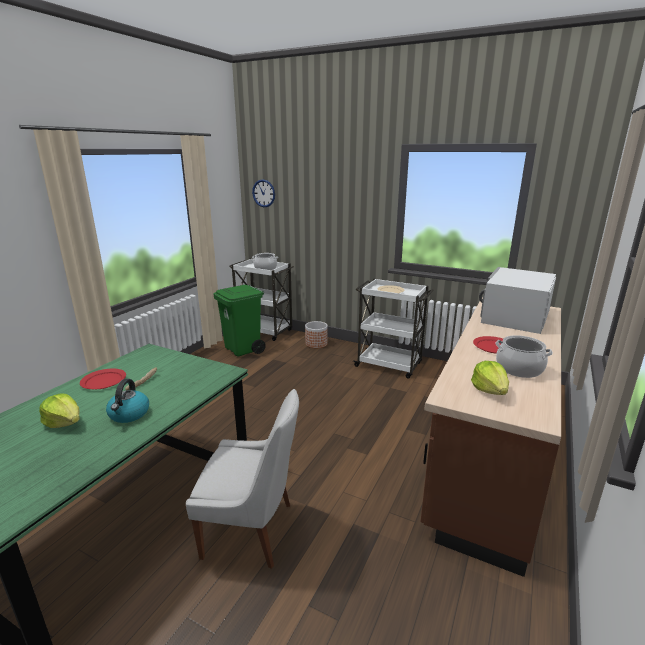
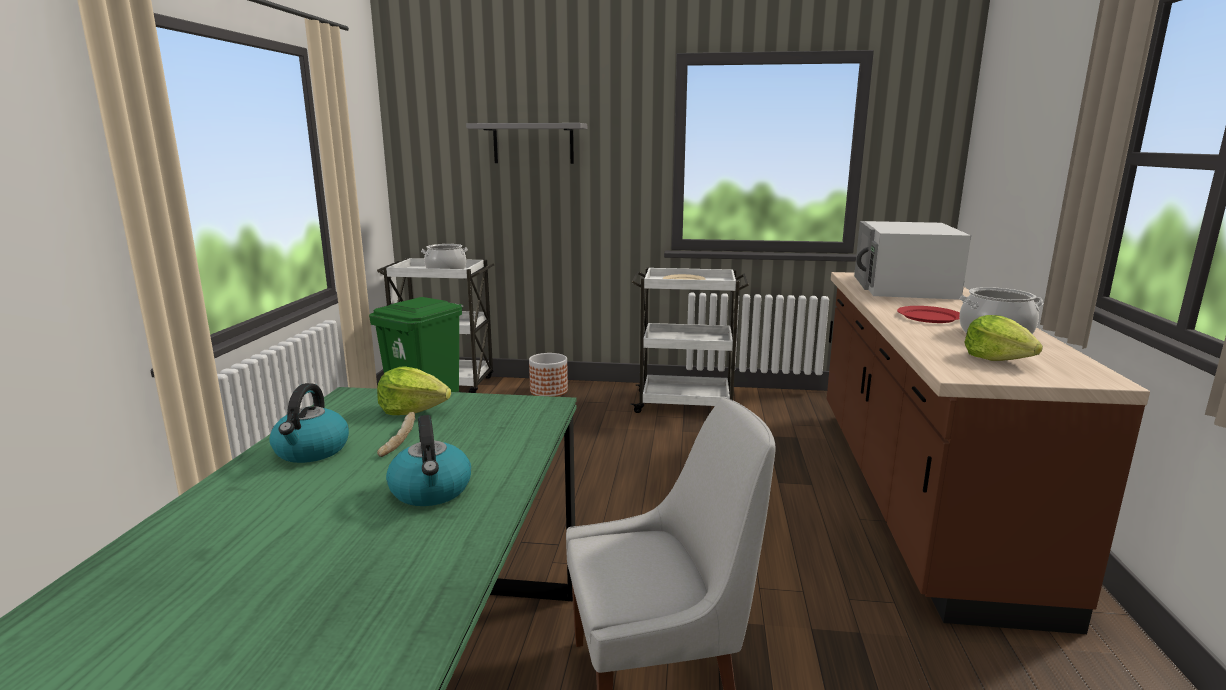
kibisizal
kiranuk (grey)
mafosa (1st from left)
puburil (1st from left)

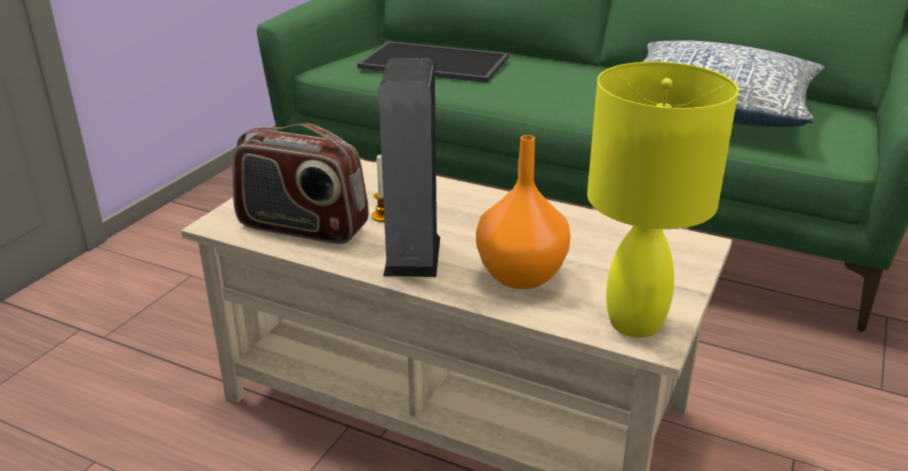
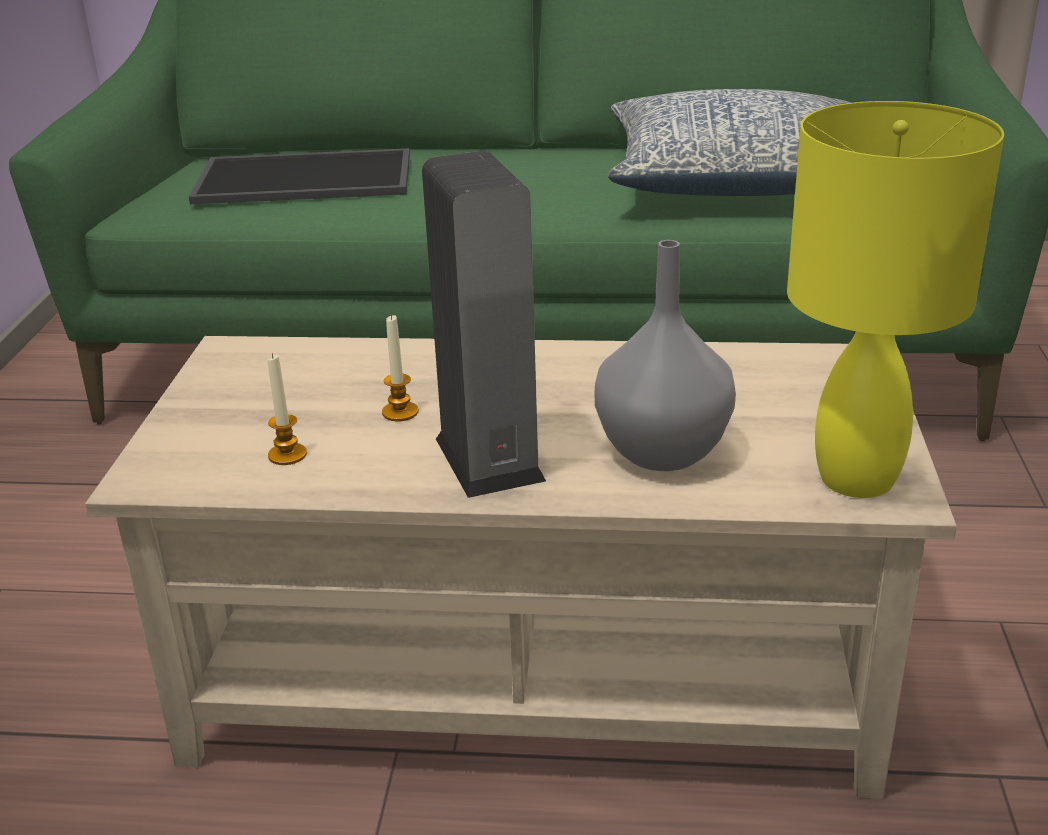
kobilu (1st from left)
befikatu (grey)

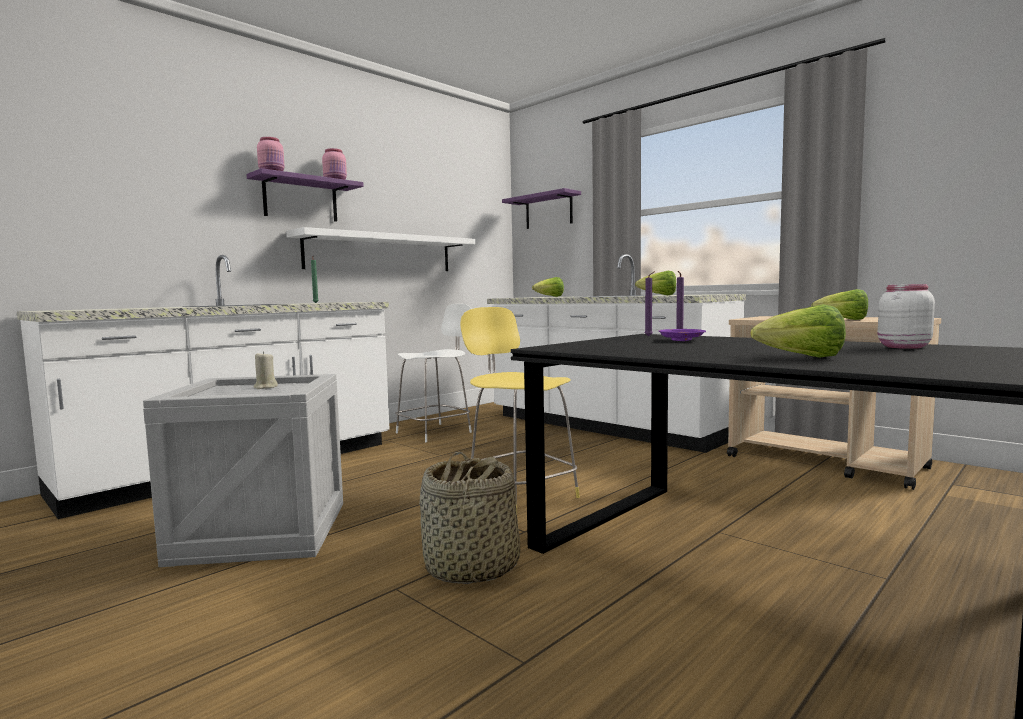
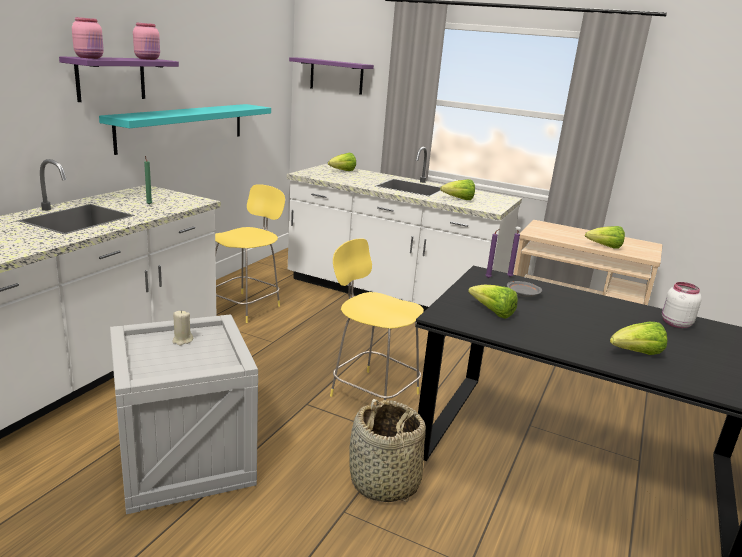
mafosa (3rd from left)
kiranuk (turquoise)
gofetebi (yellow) (1st from left)
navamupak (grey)

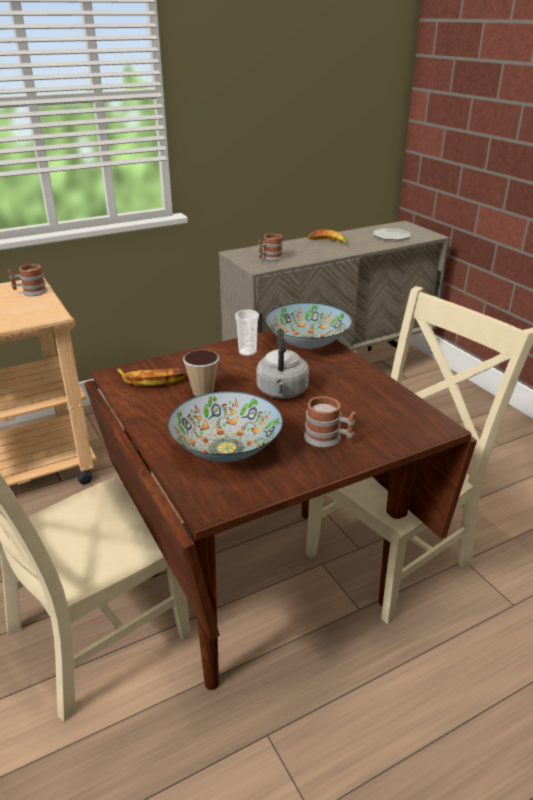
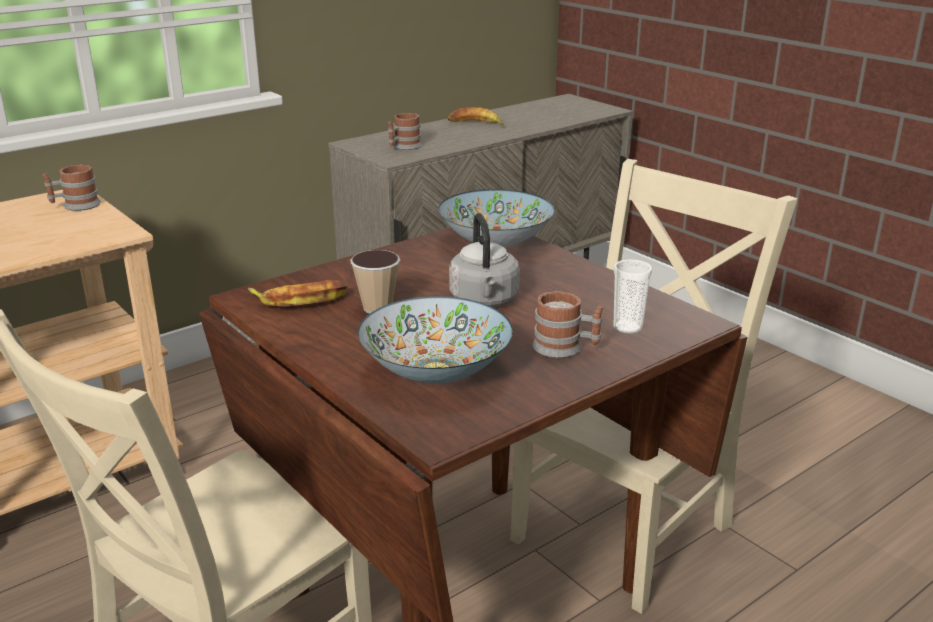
navamupak
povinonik (2nd from left)

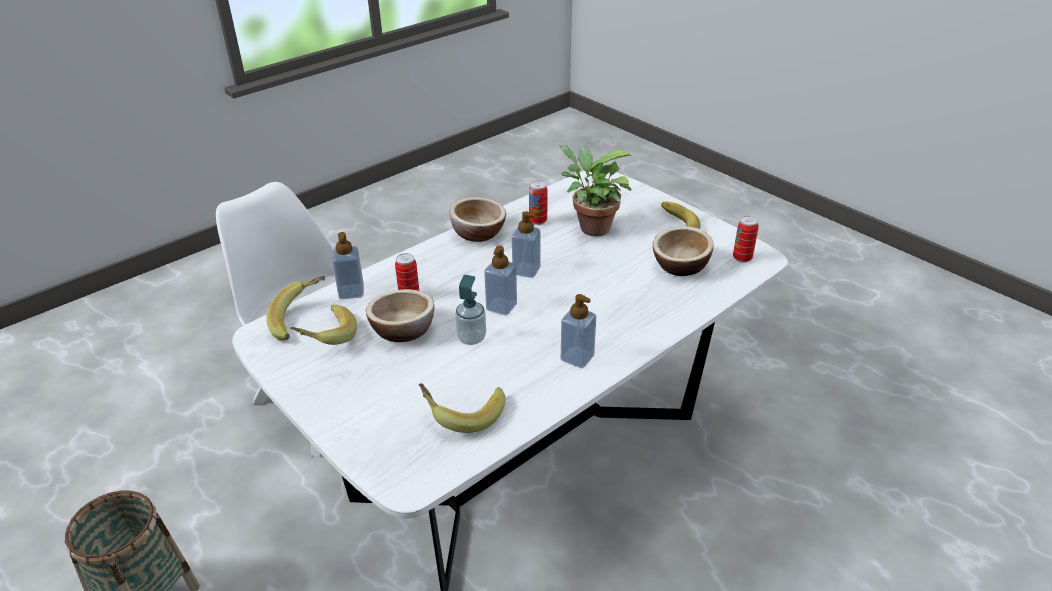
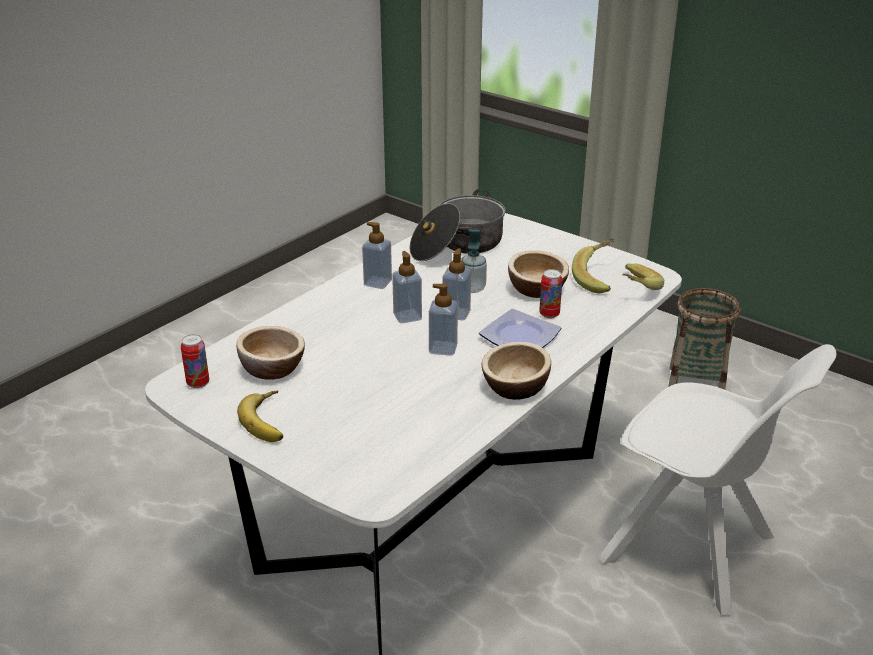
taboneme (2nd from left in the first image)
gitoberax
navamupak
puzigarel (2nd from left)
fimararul

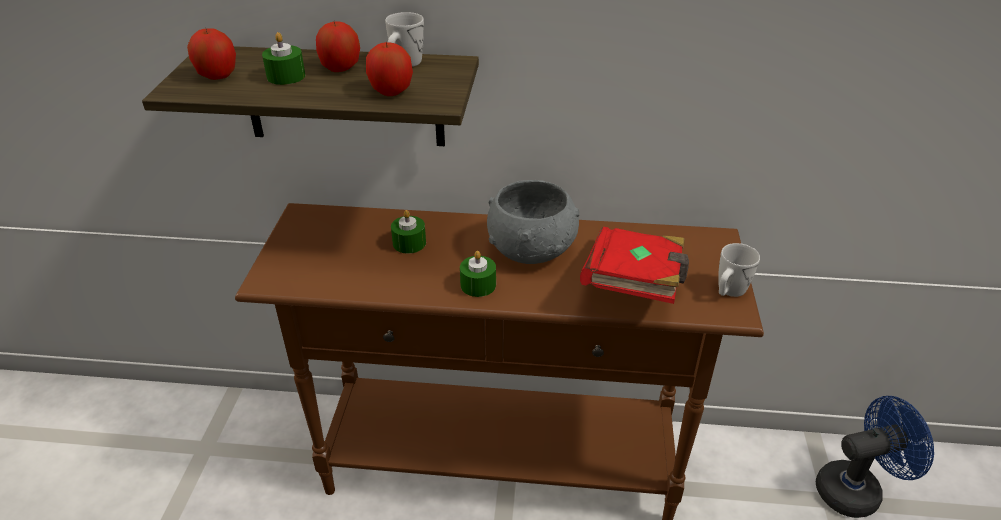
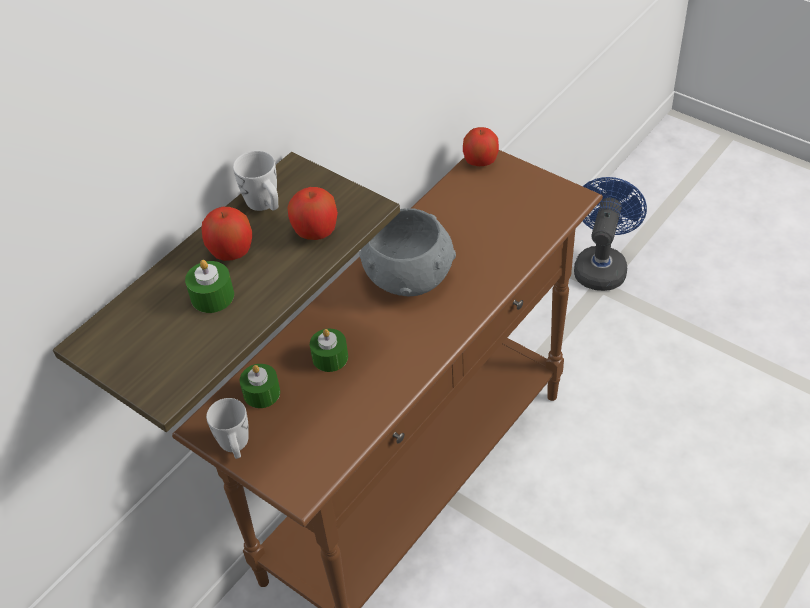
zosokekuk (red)
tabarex (3rd from left)
kobilu (green) (2nd from left)
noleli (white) (1st from left)

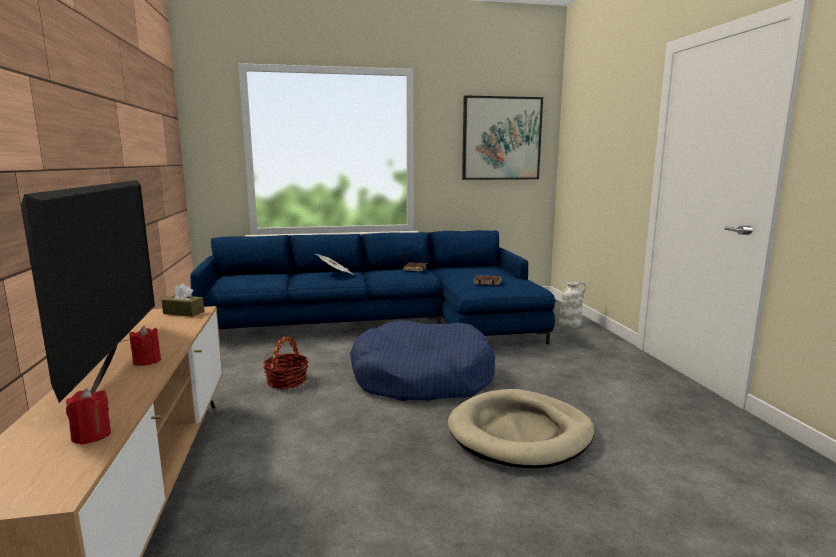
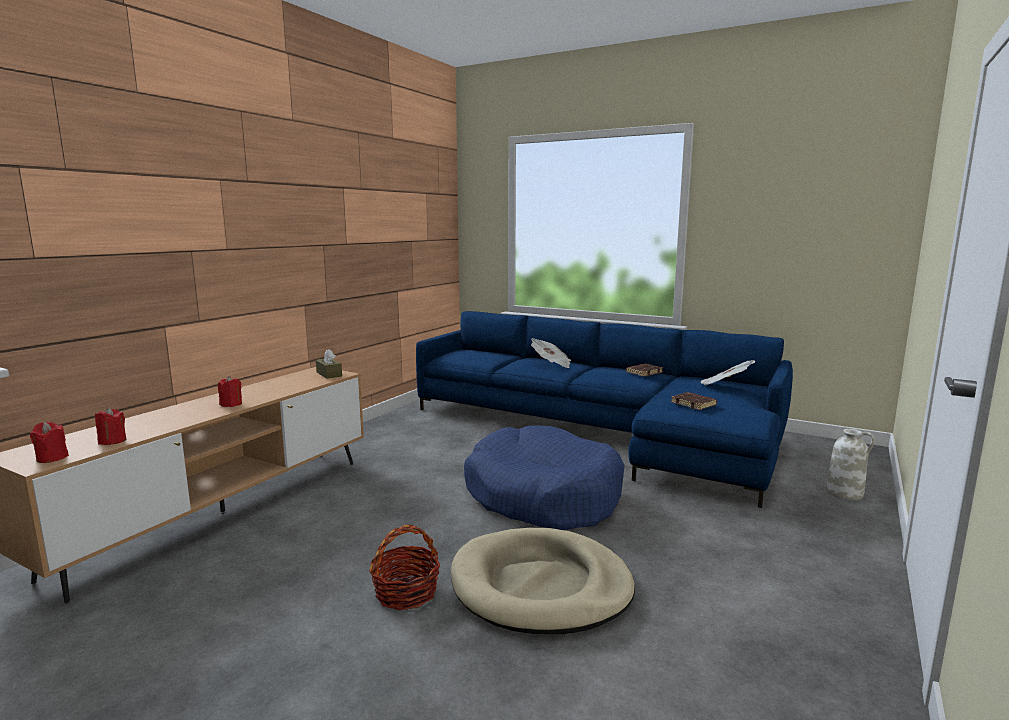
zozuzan
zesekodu
kobilu (red) (1st from left)
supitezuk (2nd from left)
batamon

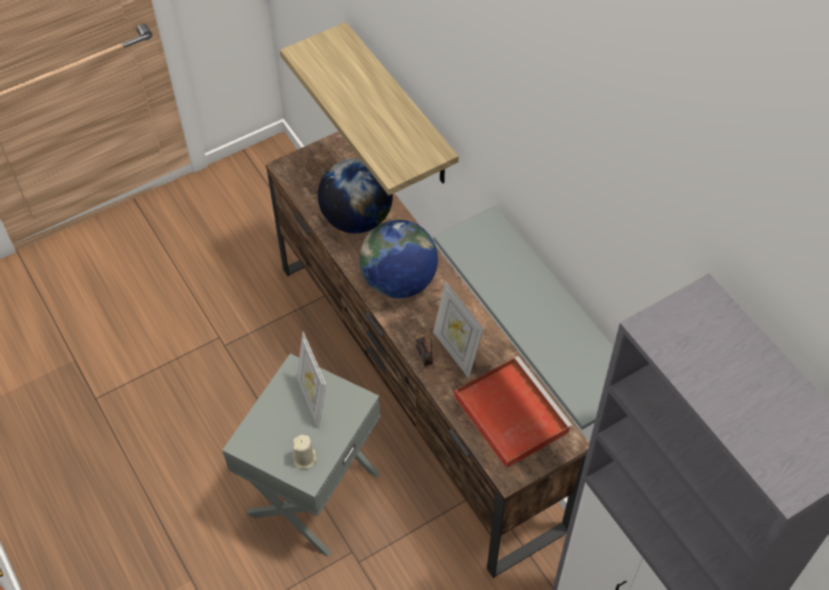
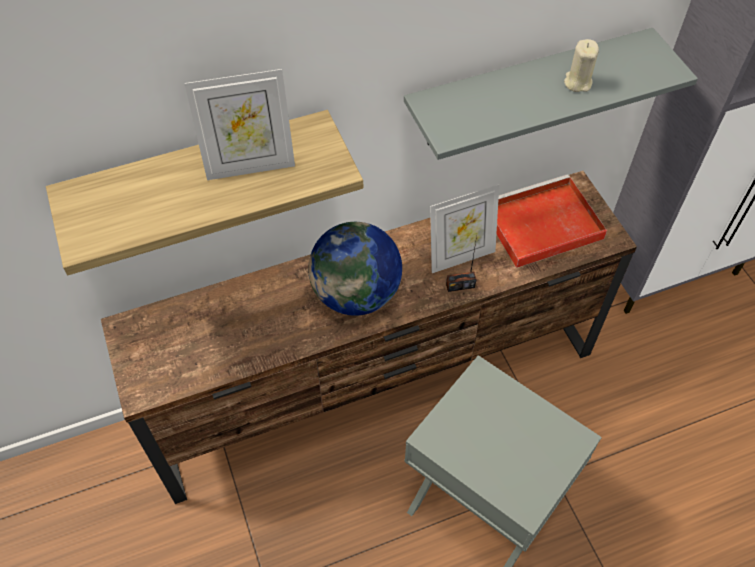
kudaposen (1st from left in the first image)
kobilu (beige)
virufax (1st from left)

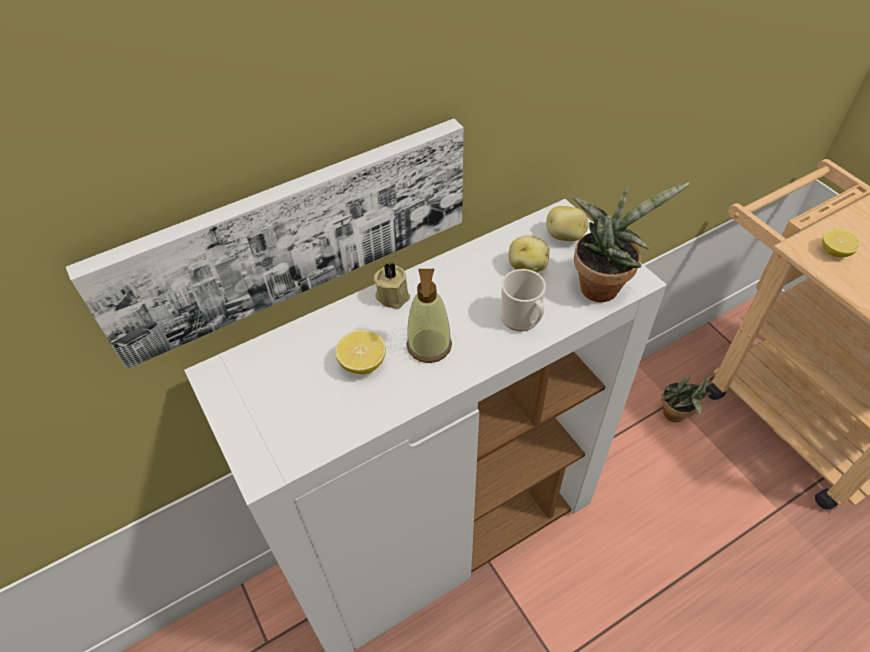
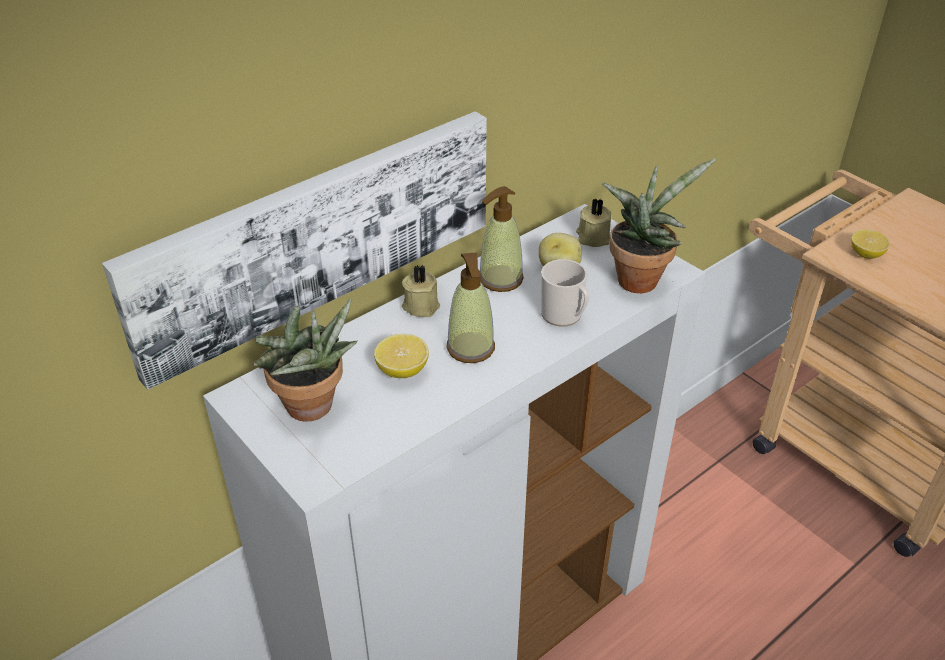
puzigarel (2nd from left)
gitoberax (1st from left)
kobilu (beige) (2nd from left)

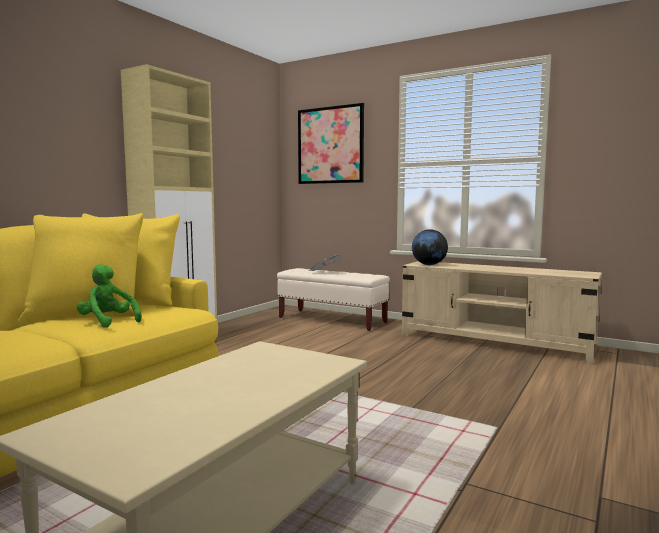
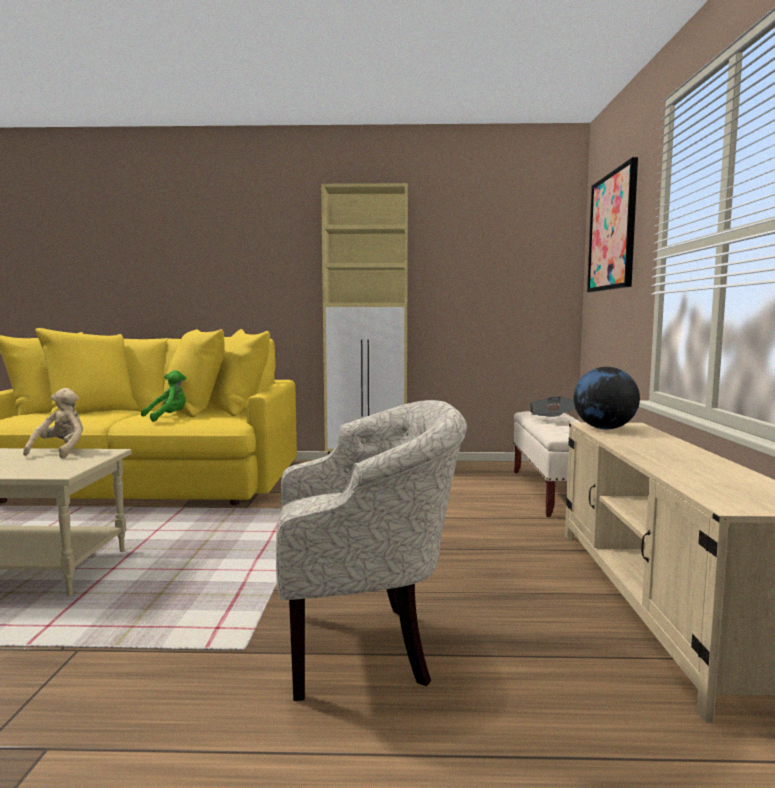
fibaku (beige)
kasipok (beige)
fibaku (green)

